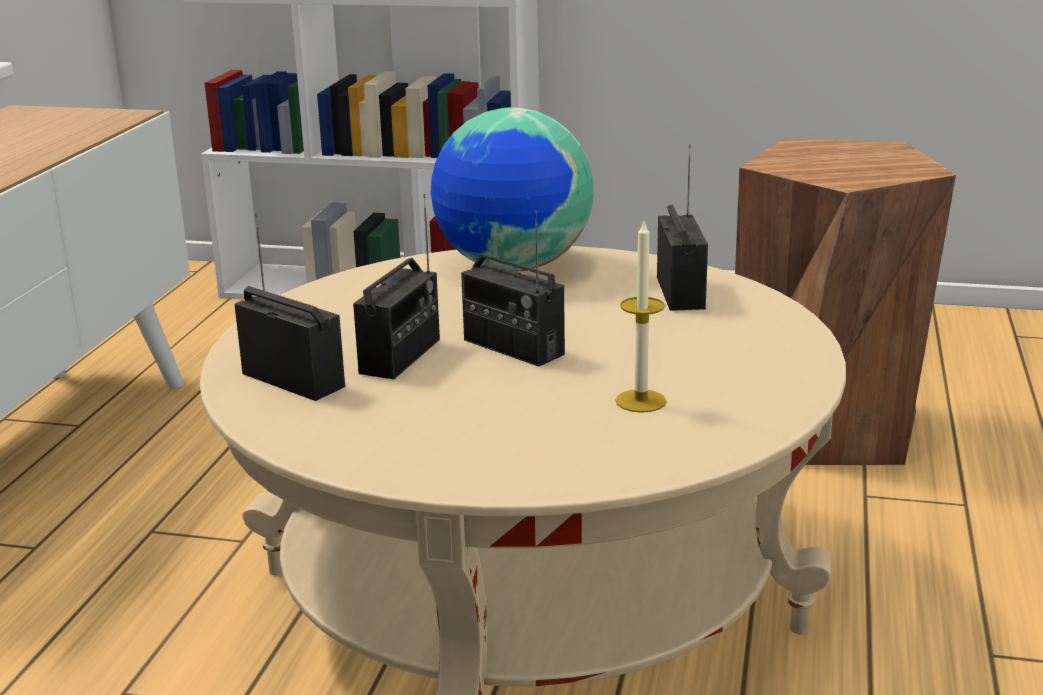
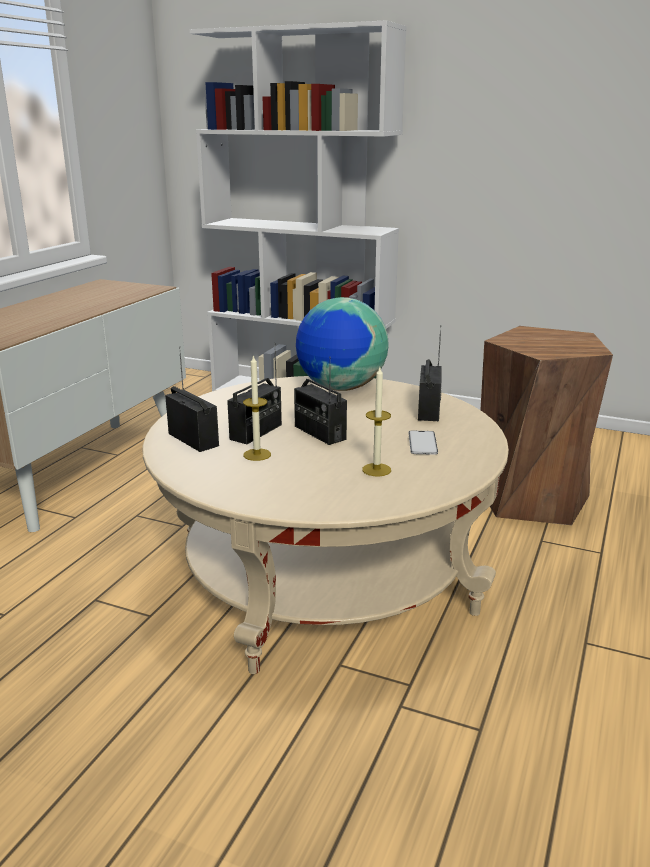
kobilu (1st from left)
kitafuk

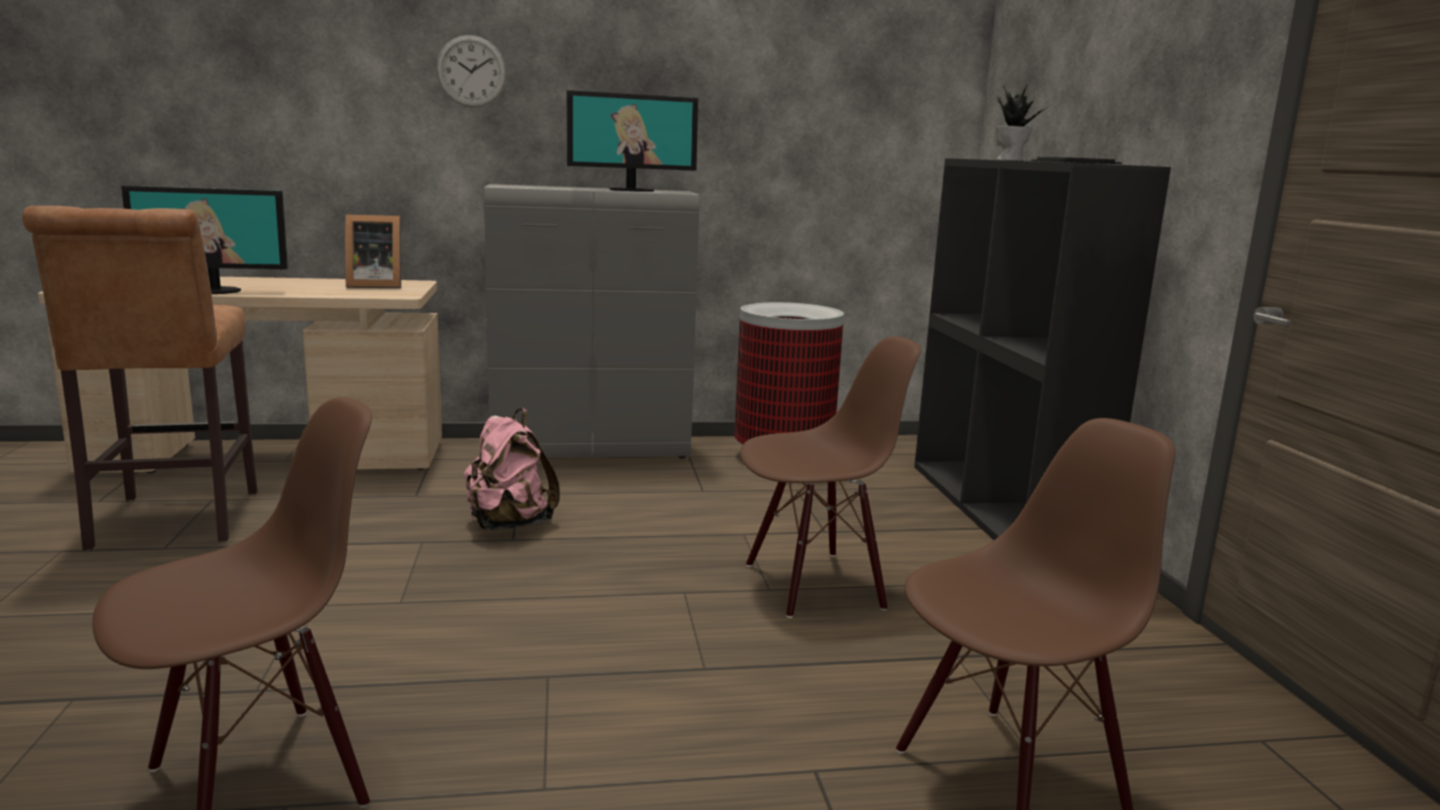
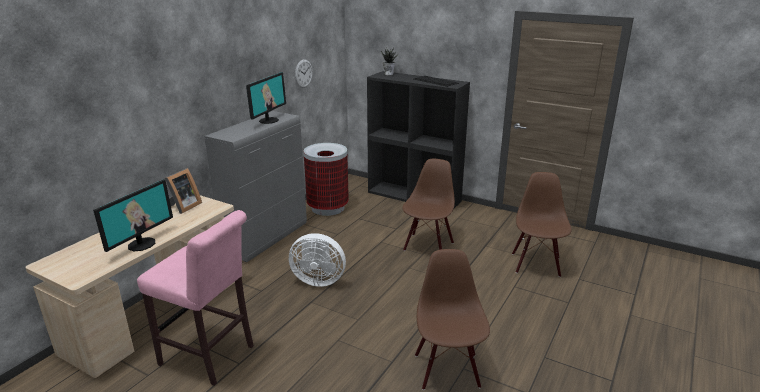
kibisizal
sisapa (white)
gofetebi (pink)

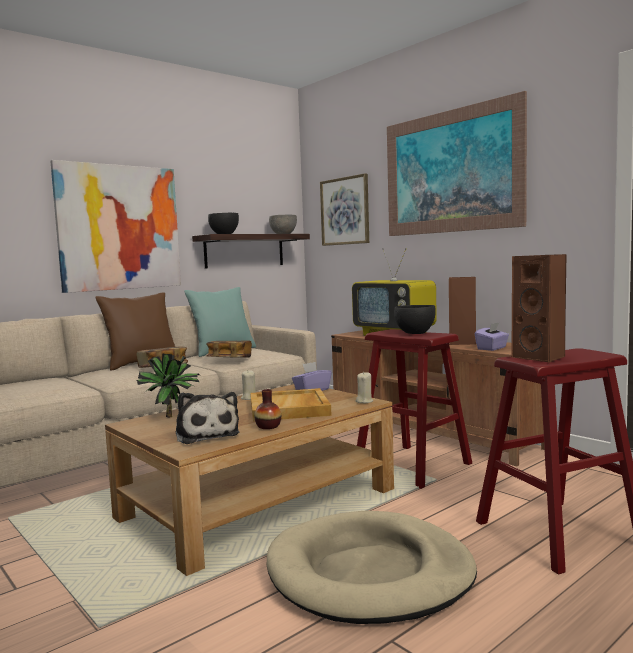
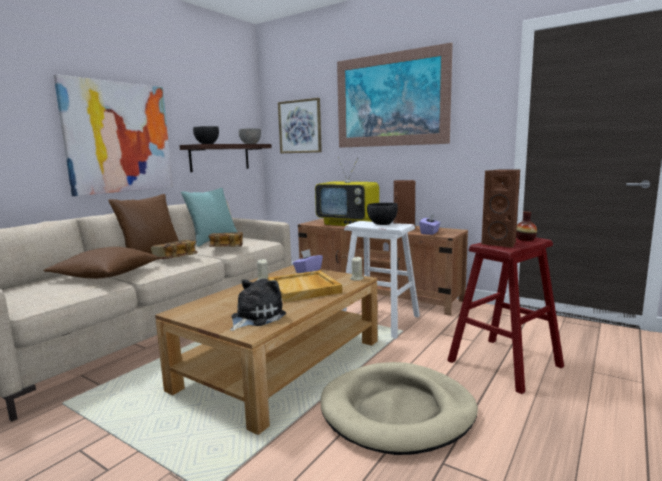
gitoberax
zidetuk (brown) (1st from left)
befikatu
gofetebi (white)
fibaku

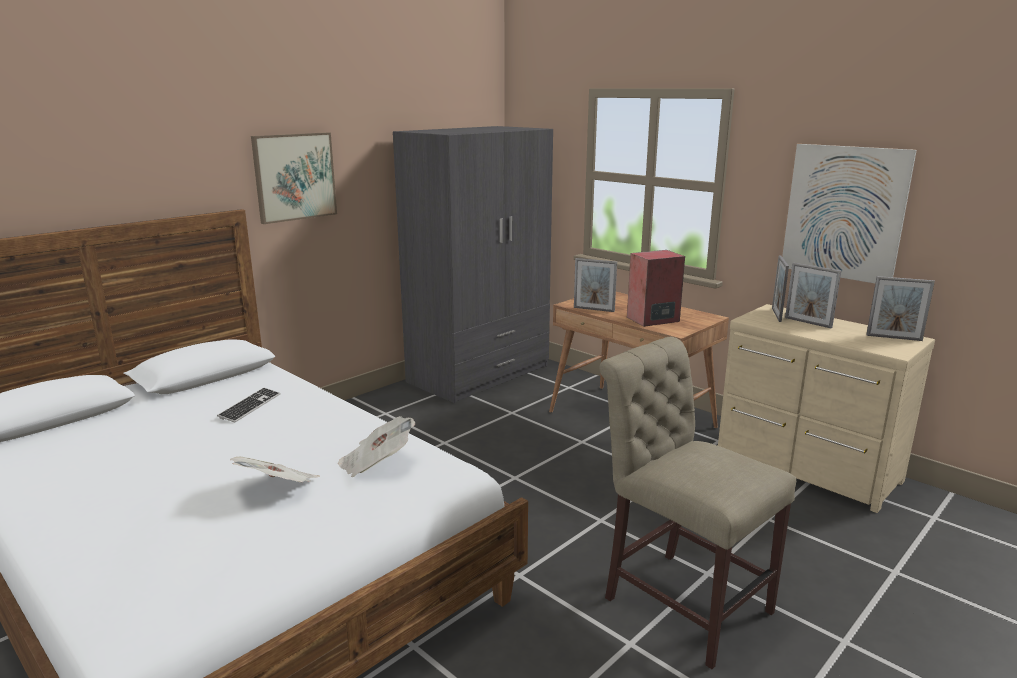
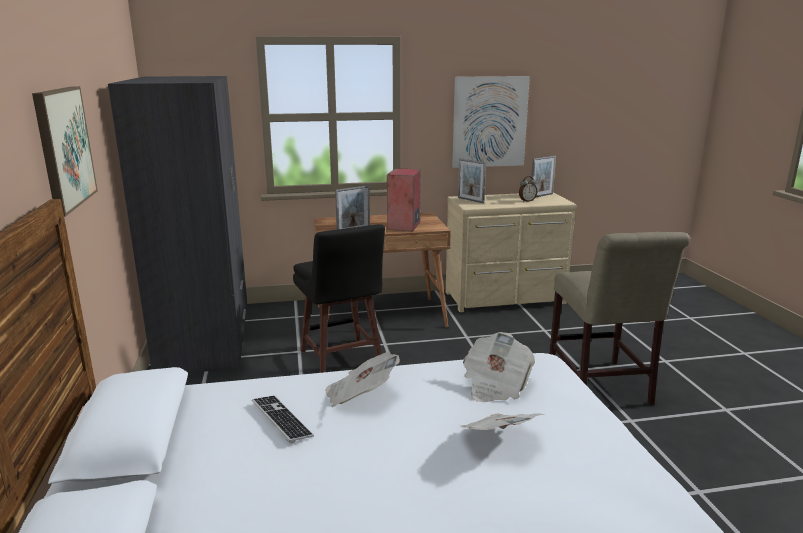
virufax (3rd from left in the first image)
gofetebi (black)
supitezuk (1st from left)
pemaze
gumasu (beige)

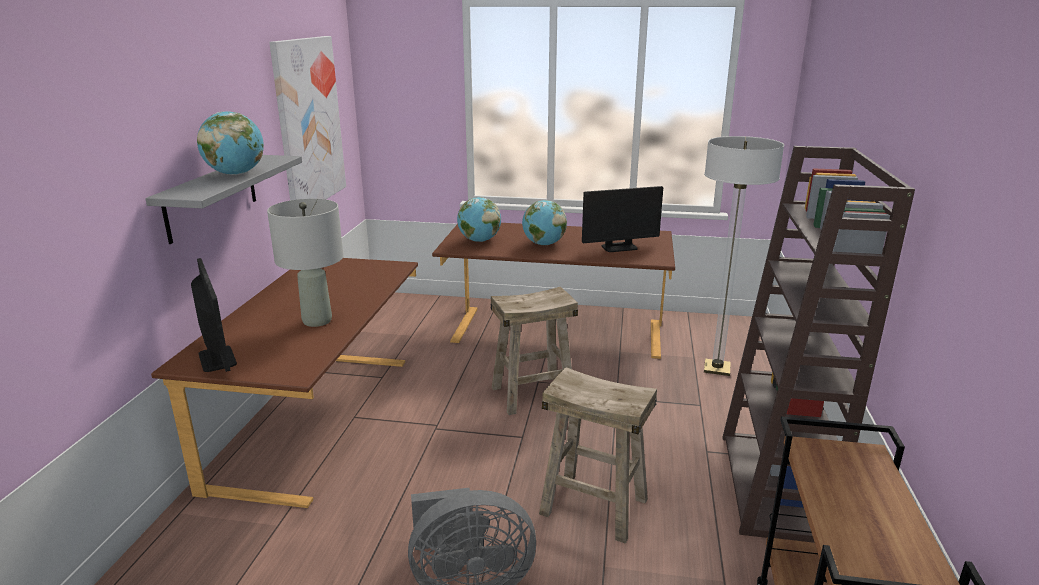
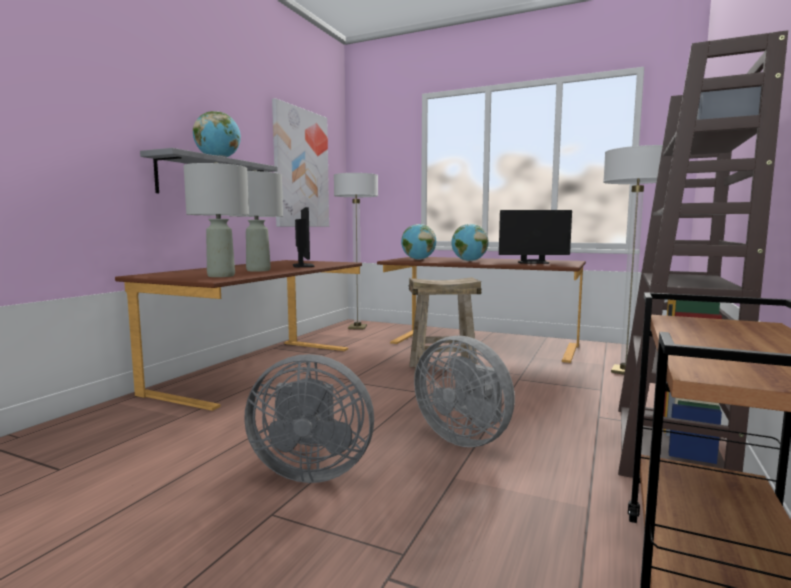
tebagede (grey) (1st from left)
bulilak (1st from left)
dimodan (1st from left)
sisapa (grey) (2nd from left)

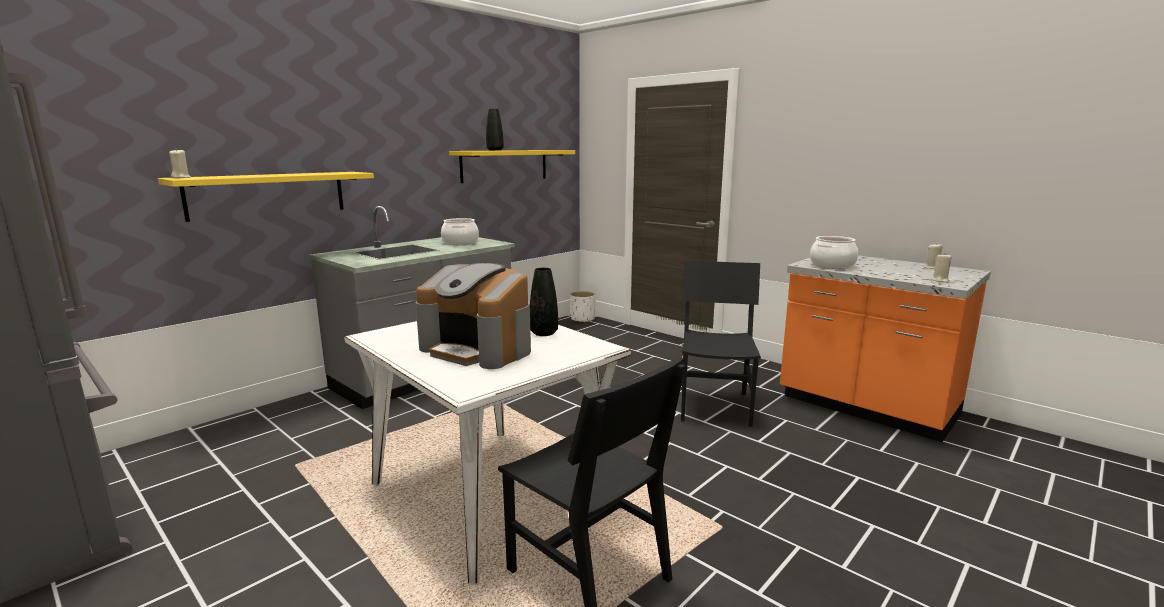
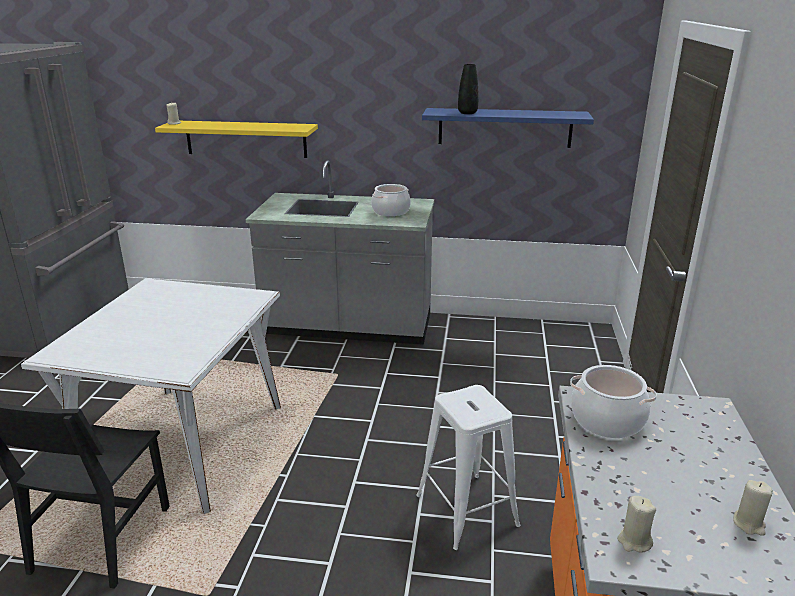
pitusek
befikatu (black) (2nd from left in the first image)
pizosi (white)
gofetebi (white)
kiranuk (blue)

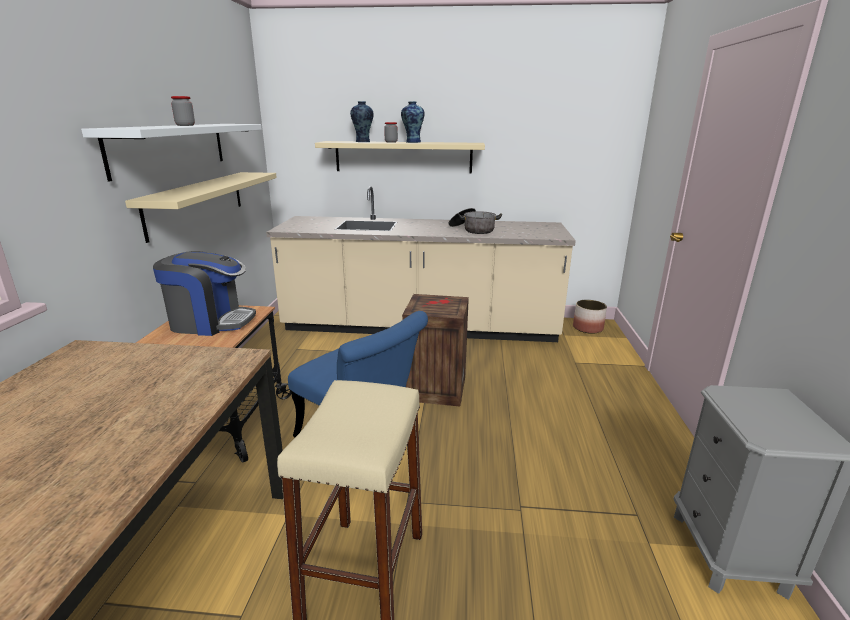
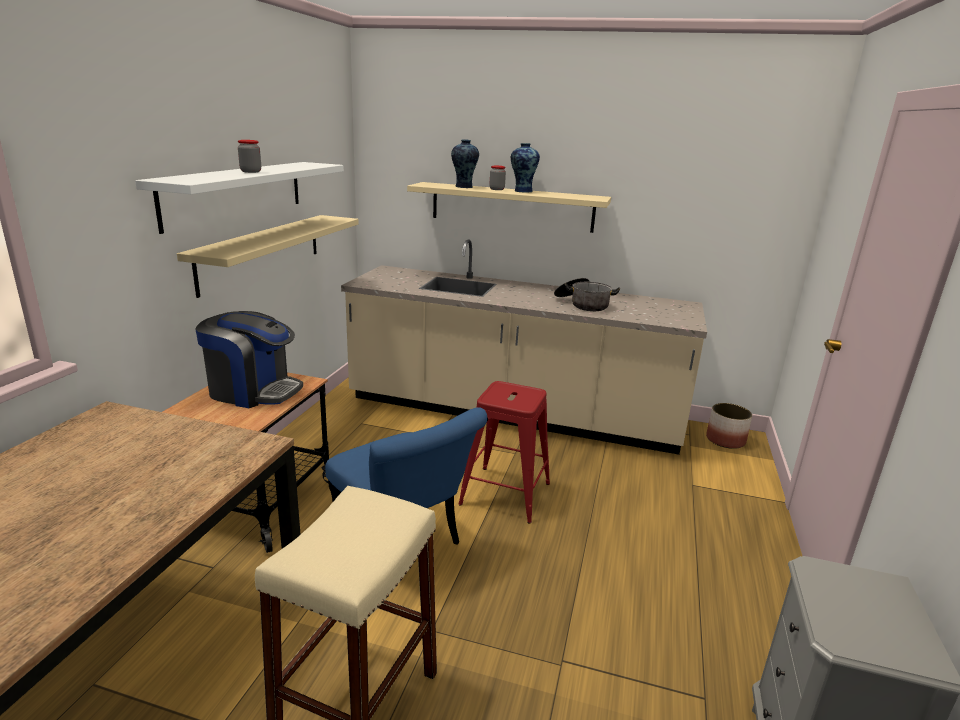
gofetebi (red)

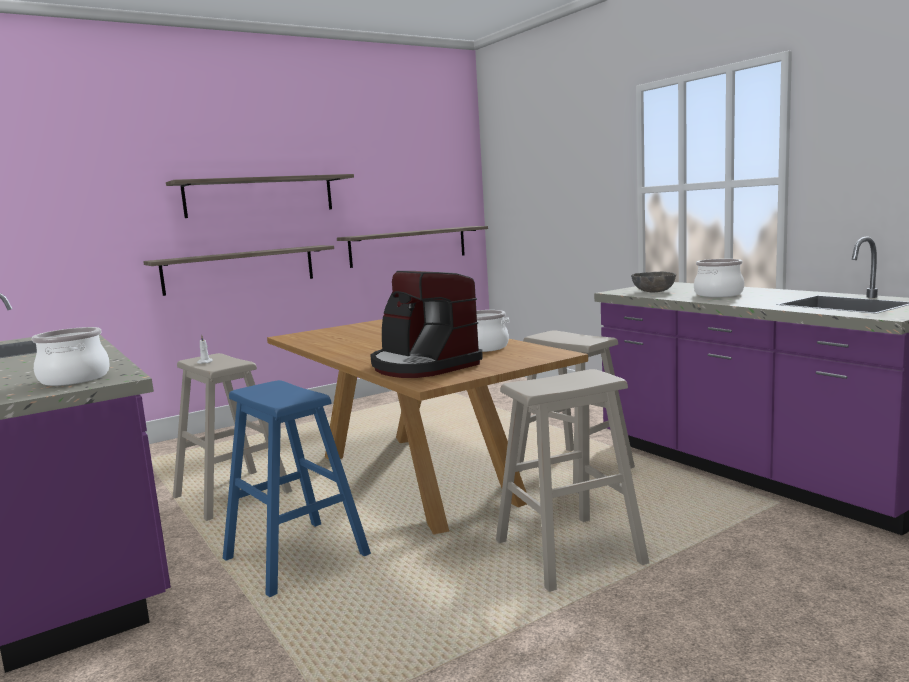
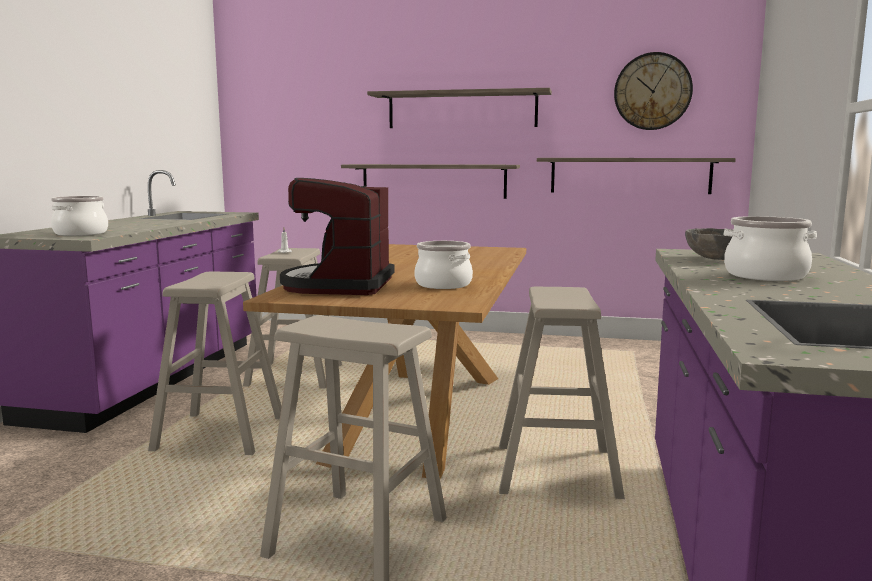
kibisizal
gofetebi (beige) (1st from left)

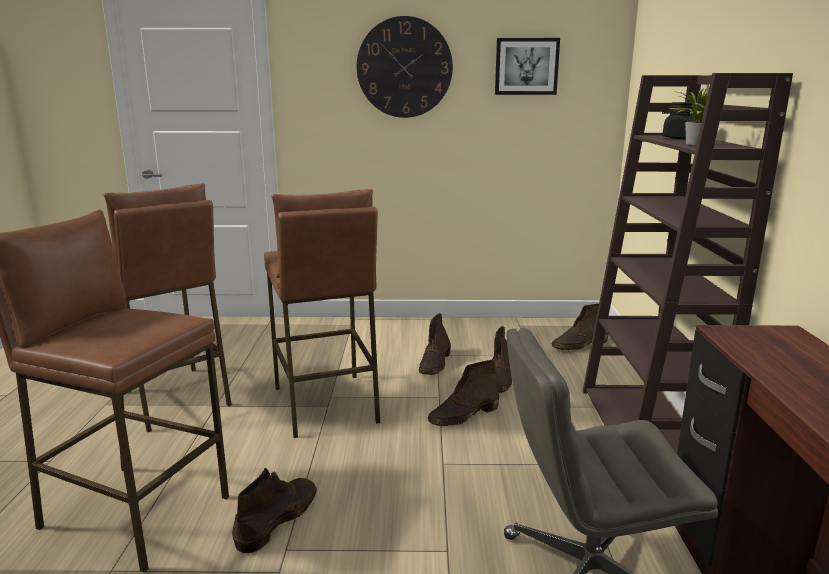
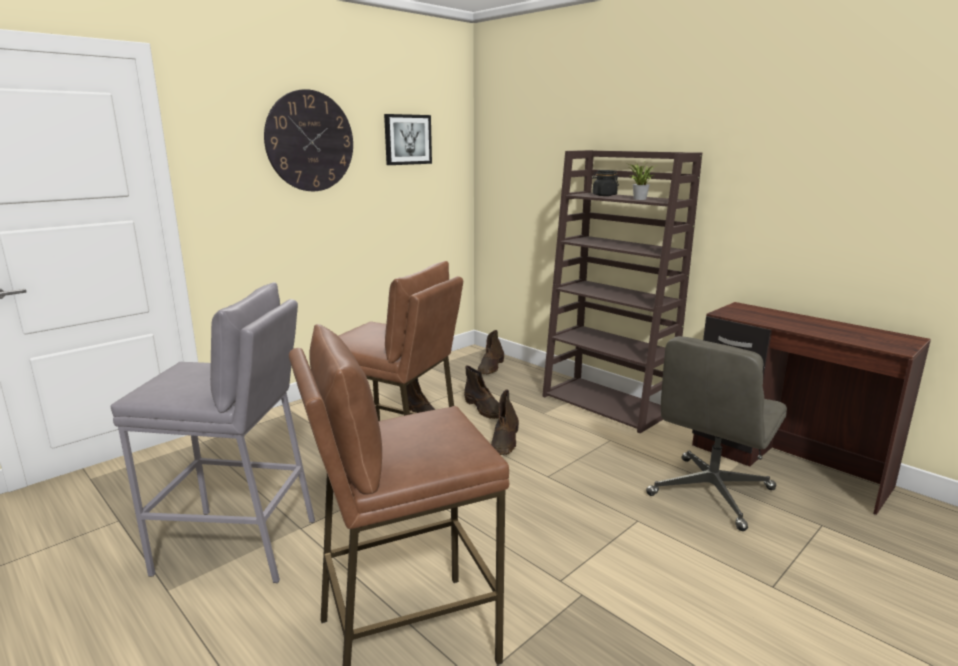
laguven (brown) (1st from left in the first image)
gofetebi (grey)

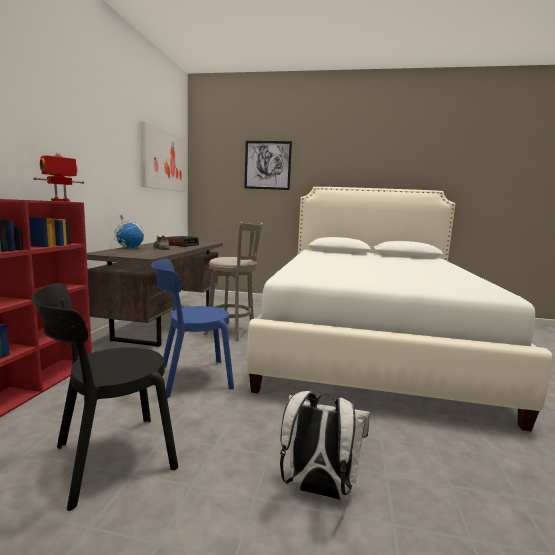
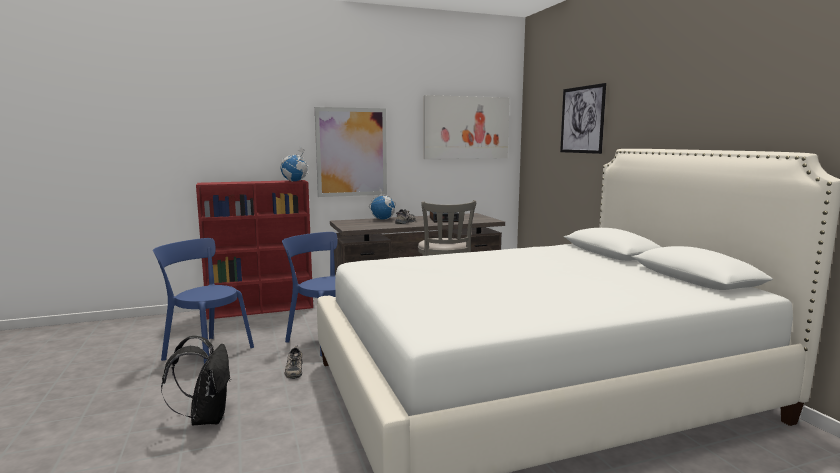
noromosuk (1st from left)
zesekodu (1st from left)
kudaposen (1st from left)
gumasu (blue) (1st from left)
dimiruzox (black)

